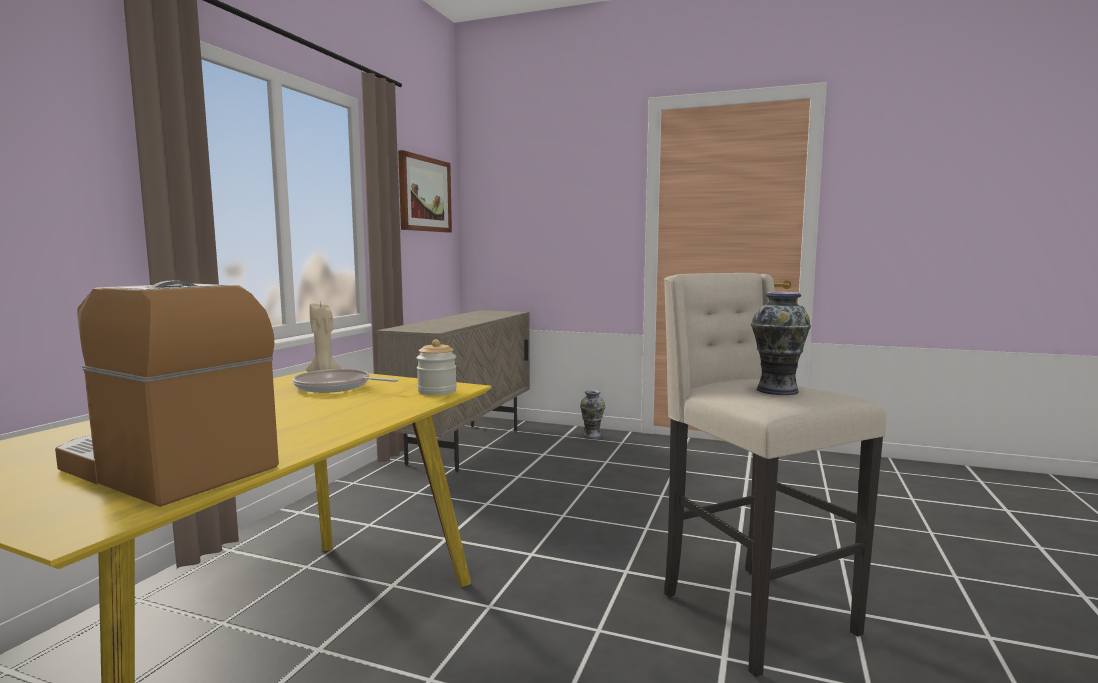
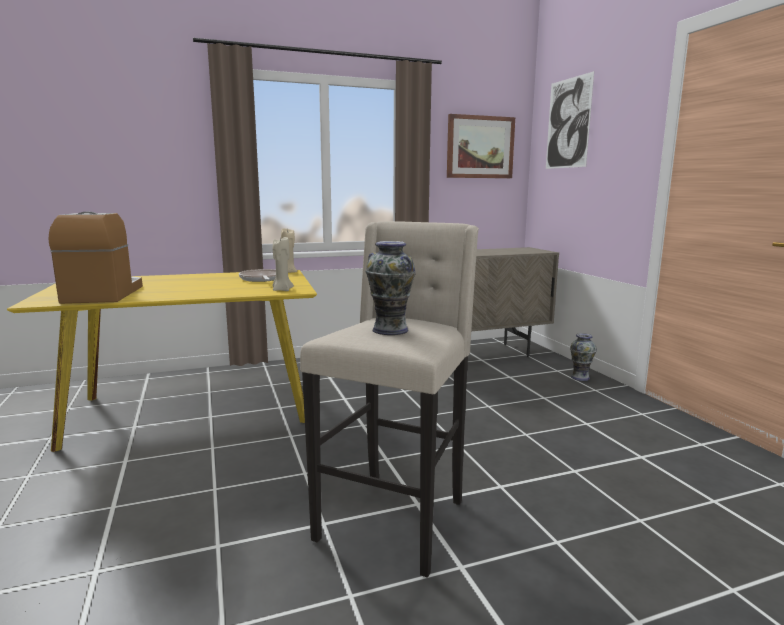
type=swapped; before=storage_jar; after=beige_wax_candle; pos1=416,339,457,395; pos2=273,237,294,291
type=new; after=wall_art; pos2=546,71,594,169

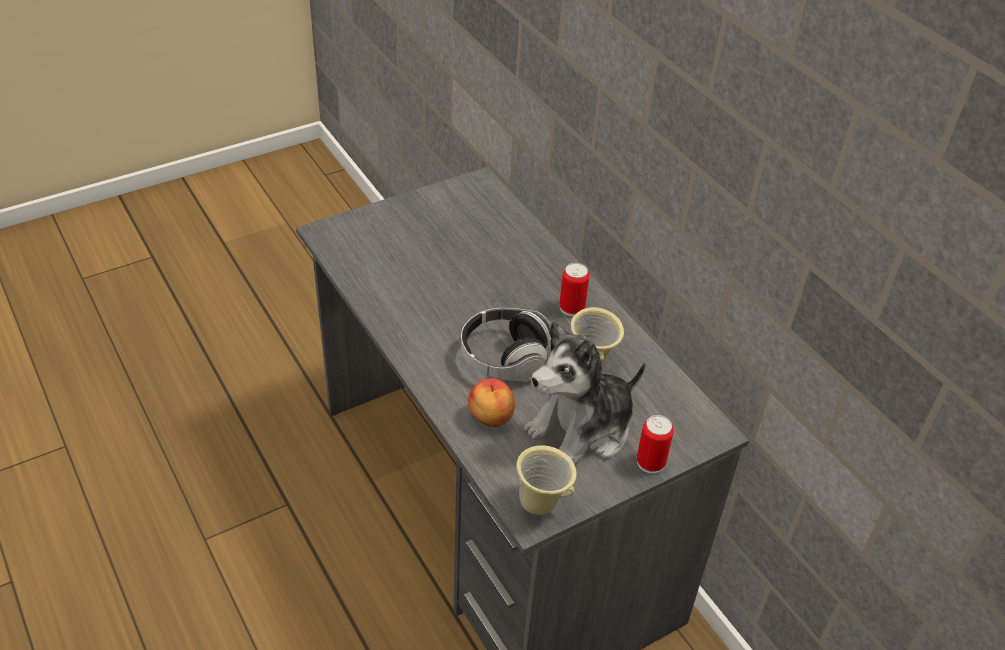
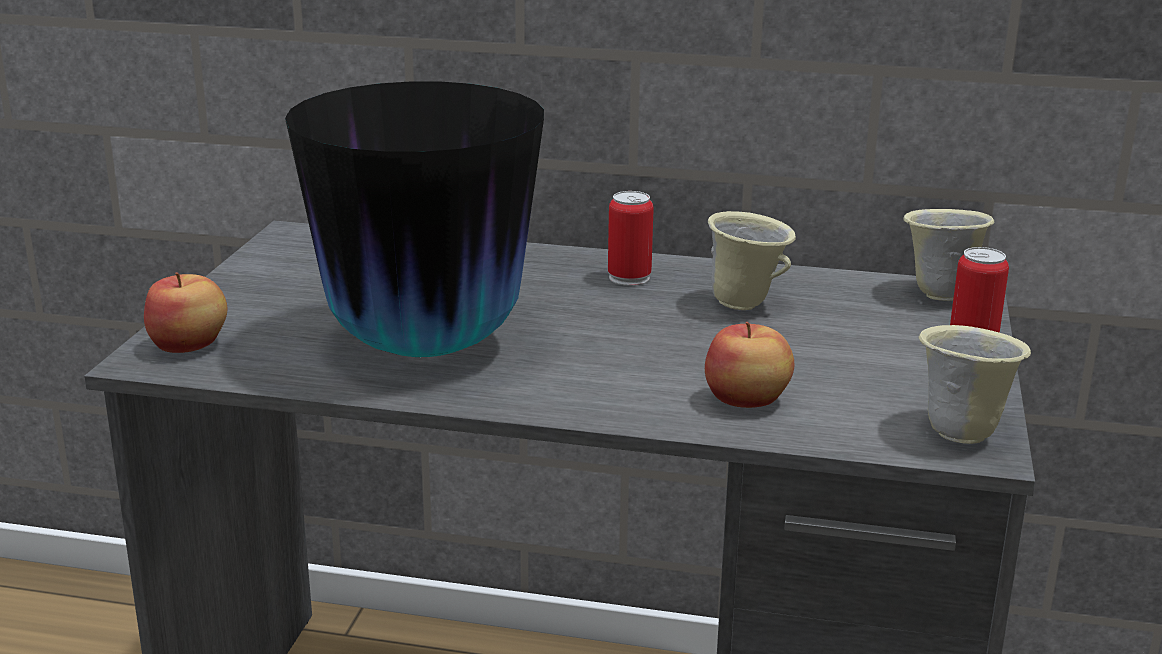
type=gone; before=headphones; pos1=461,308,551,382
type=gone; before=cuddly_toy; pos1=524,321,646,464
type=new; after=apple; pos2=144,272,227,353
type=new; after=flower_vase; pos2=285,82,544,357
type=new; after=beige_tea_mug; pos2=903,209,994,301

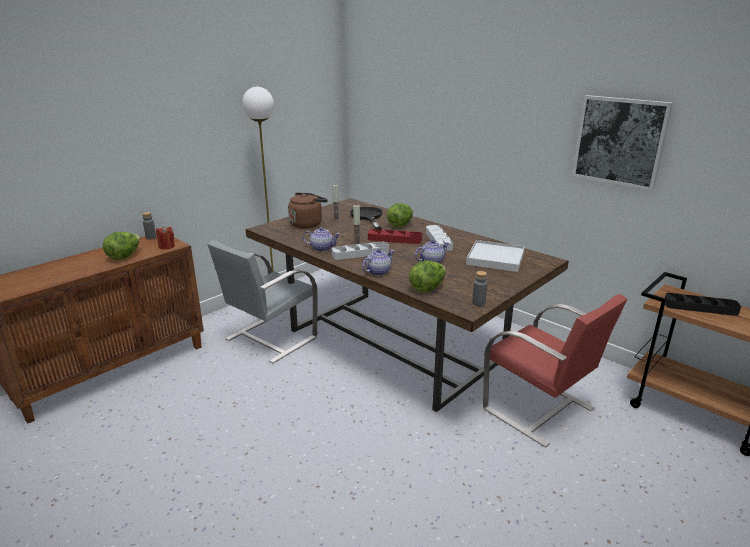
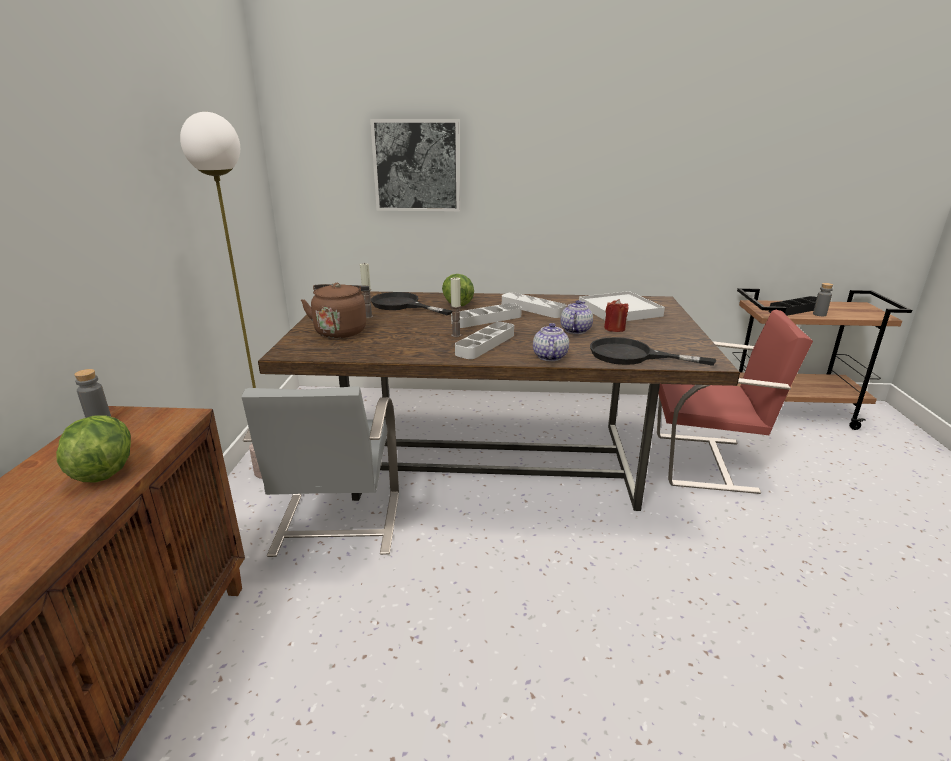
type=shifted; before=red-coloured_wax_candle; pos1=156,226,175,249; pos2=604,299,629,332
type=gone; before=teapot; pos1=303,227,340,251
type=repainted; before=red-coloured_serving_tray; after=gray_serving_tray; pos1=368,229,422,244; pos2=451,303,522,328
type=swapped; before=lettuce_head; after=black-coloured_pan; pos1=409,260,446,292; pos2=590,337,716,366
type=shifted; before=gray_drink_bottle; pos1=472,271,487,306; pos2=813,283,833,316
type=shifted; before=wall_art; pos1=572,95,673,190; pos2=370,119,460,211

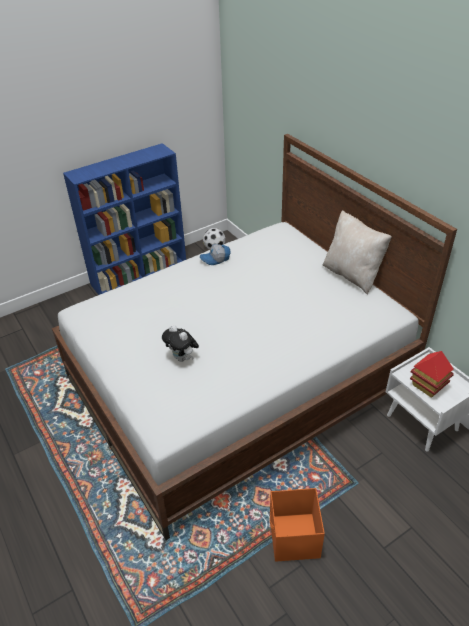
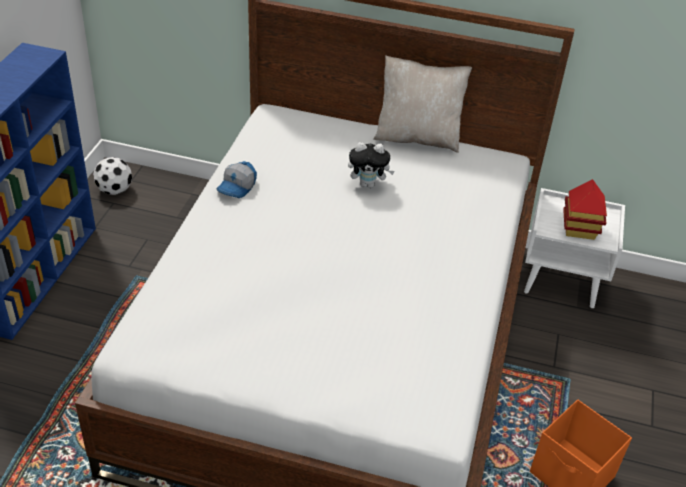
type=shifted; before=cuddly_toy; pos1=162,325,199,362; pos2=348,142,395,188

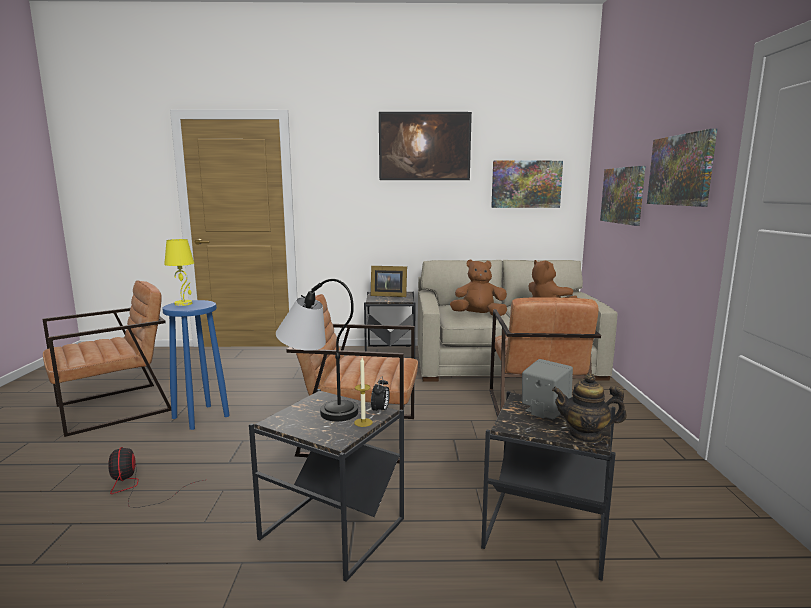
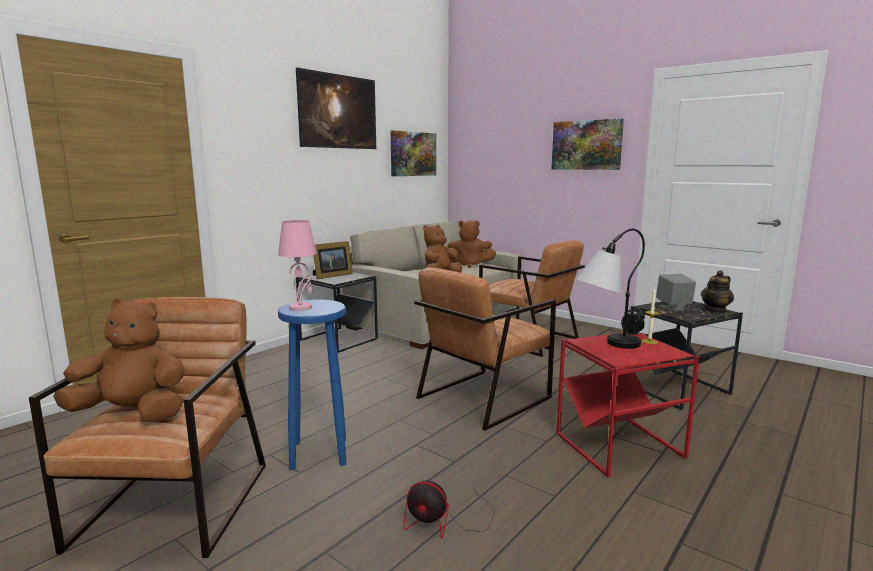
type=repainted; before=yellow-coloured_tabletop_lamp; after=pink-coloured_tabletop_lamp; pos1=164,239,194,306; pos2=278,220,317,311
type=repainted; before=black-coloured_accent_table; after=red-coloured_accent_table; pos1=249,389,404,582; pos2=556,333,700,477
type=gone; before=wall_art; pos1=600,166,645,226
type=new; after=brown-coloured_cuddly_toy; pos2=53,298,185,421

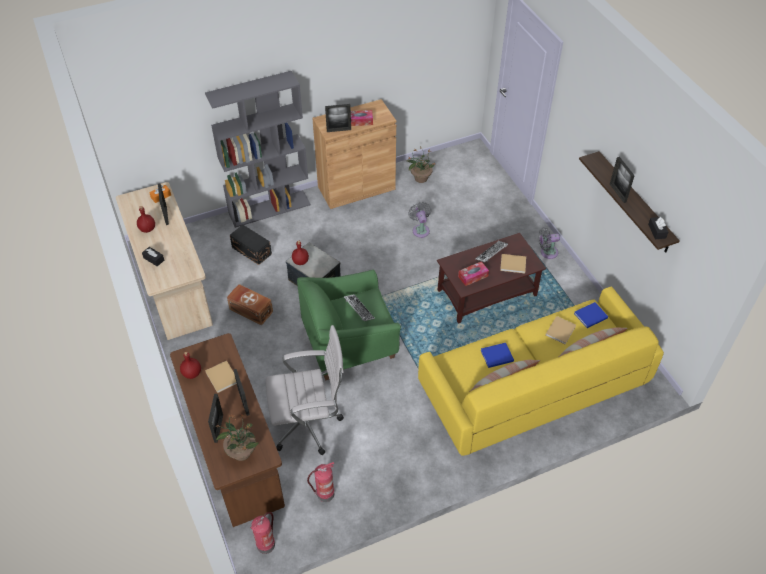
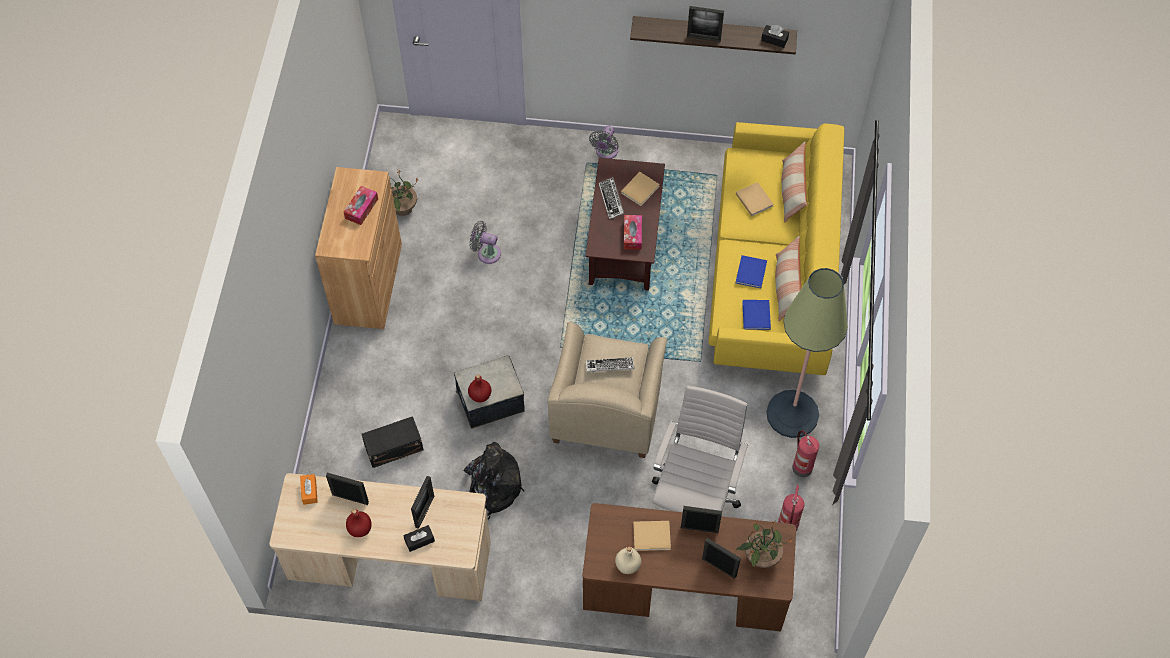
type=repainted; before=red-coloured_drink_bottle; after=beige_drink_bottle; pos1=180,352,201,379; pos2=615,546,641,574
type=gone; before=gray_bookshelf; pos1=205,71,311,228
type=swapped; before=brown-coloured_storage_box; after=black-coloured_rucksack; pos1=227,284,273,326; pos2=464,442,524,520
type=shifted; before=fire-fighting_cylinder; pos1=251,512,275,554; pos2=792,431,819,477
type=repainted; before=green-coloured_armchair; after=beige_armchair; pos1=297,269,401,380; pos2=548,322,668,458
type=shifted; before=picture_frame; pos1=325,104,351,132; pos2=411,476,434,529
type=shifted; before=bluish_volume; pos1=574,302,608,328; pos2=742,300,771,330
type=new; after=floor_lamp; pos2=766,268,848,438

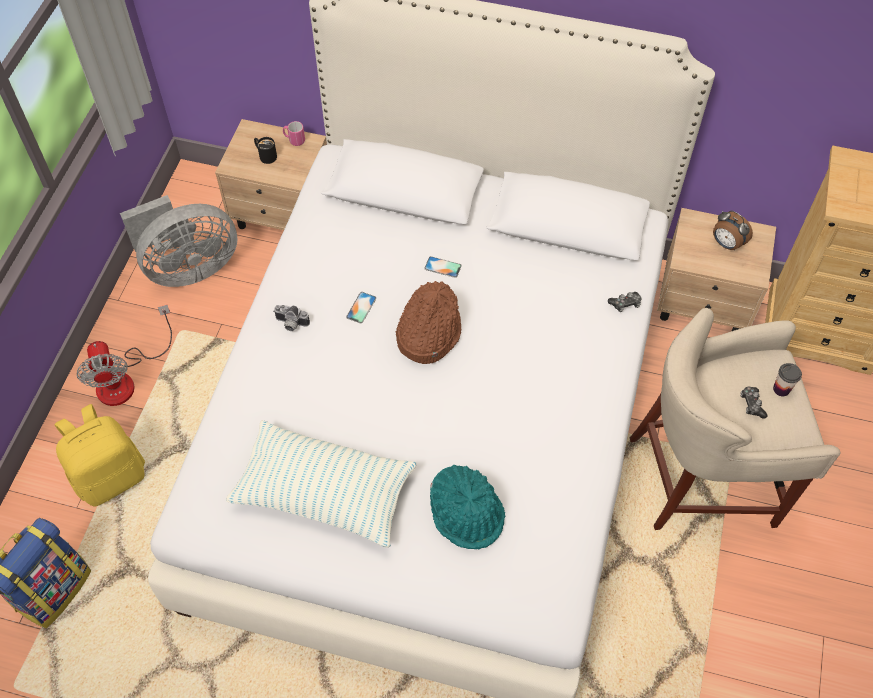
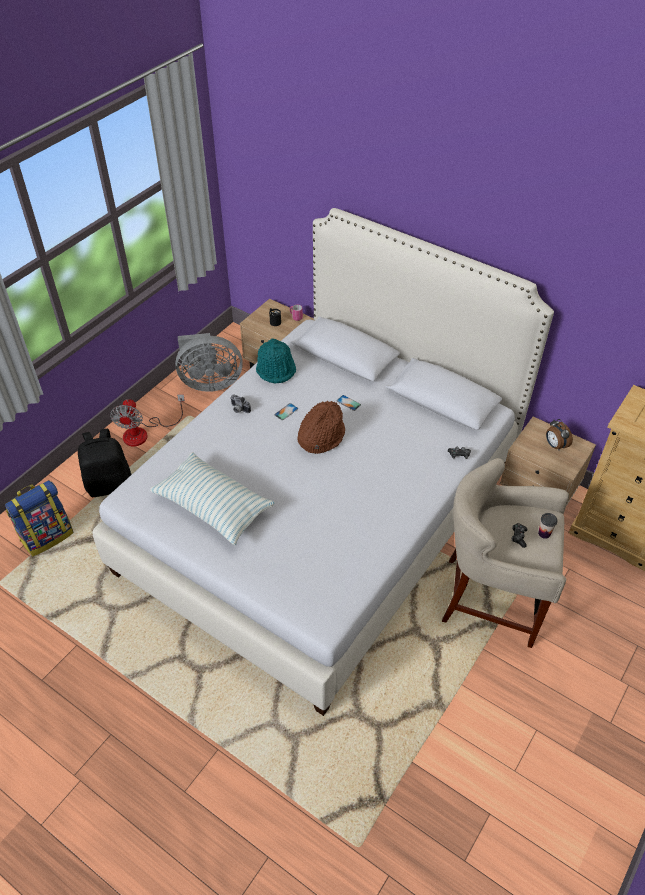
type=repainted; before=yellow-coloured_rucksack; after=black-coloured_rucksack; pos1=54,404,145,507; pos2=78,429,132,497
type=shifted; before=turquoise_wearable_hat; pos1=430,465,505,550; pos2=256,338,296,383

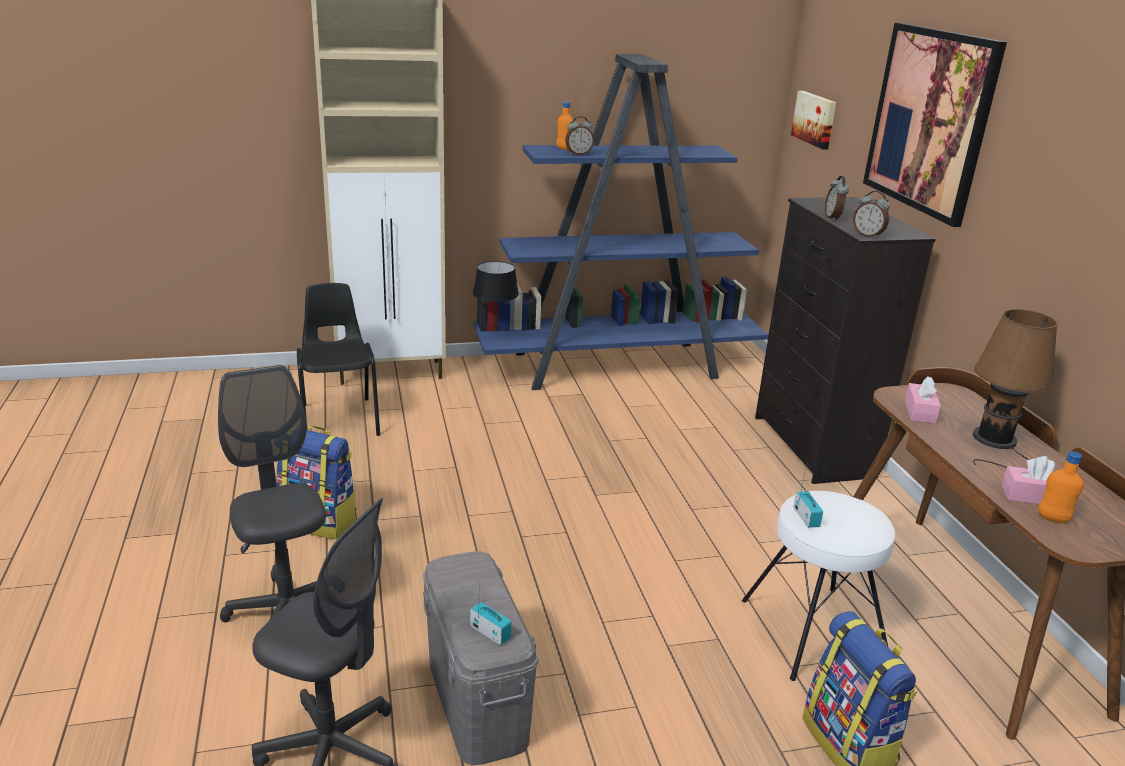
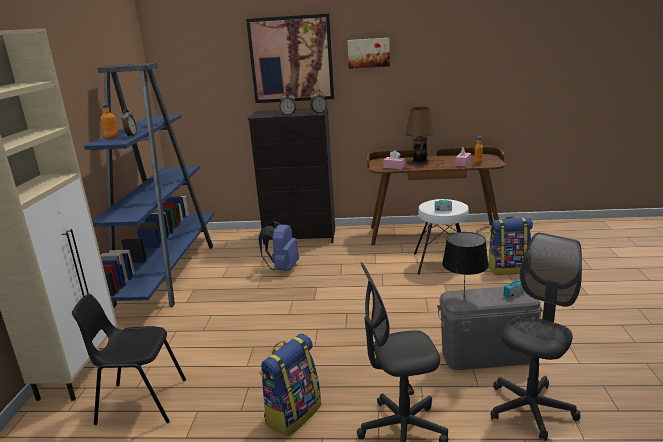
type=shifted; before=black-coloured_tabletop_lamp; pos1=473,261,519,329; pos2=442,232,489,293
type=shifted; before=wall_art; pos1=791,91,836,149; pos2=347,38,390,69
type=new; after=bluish_rucksack; pos2=258,221,299,271

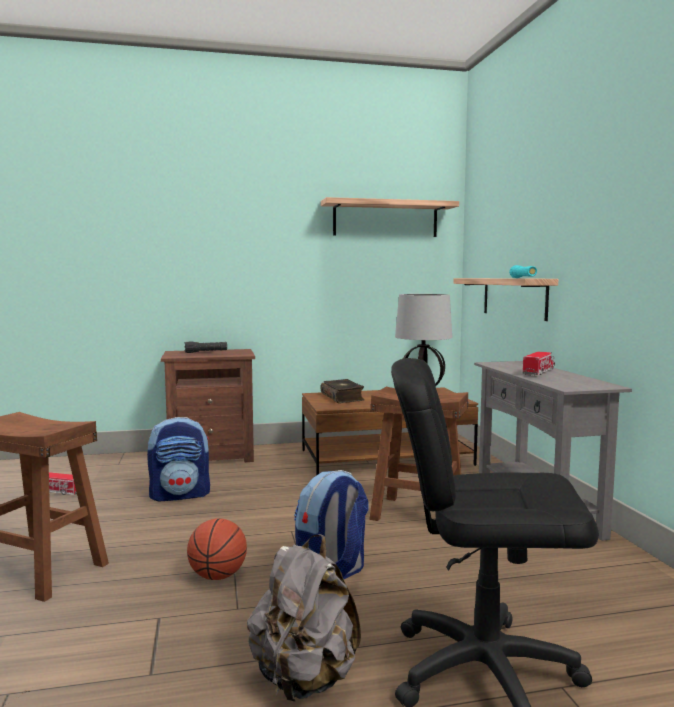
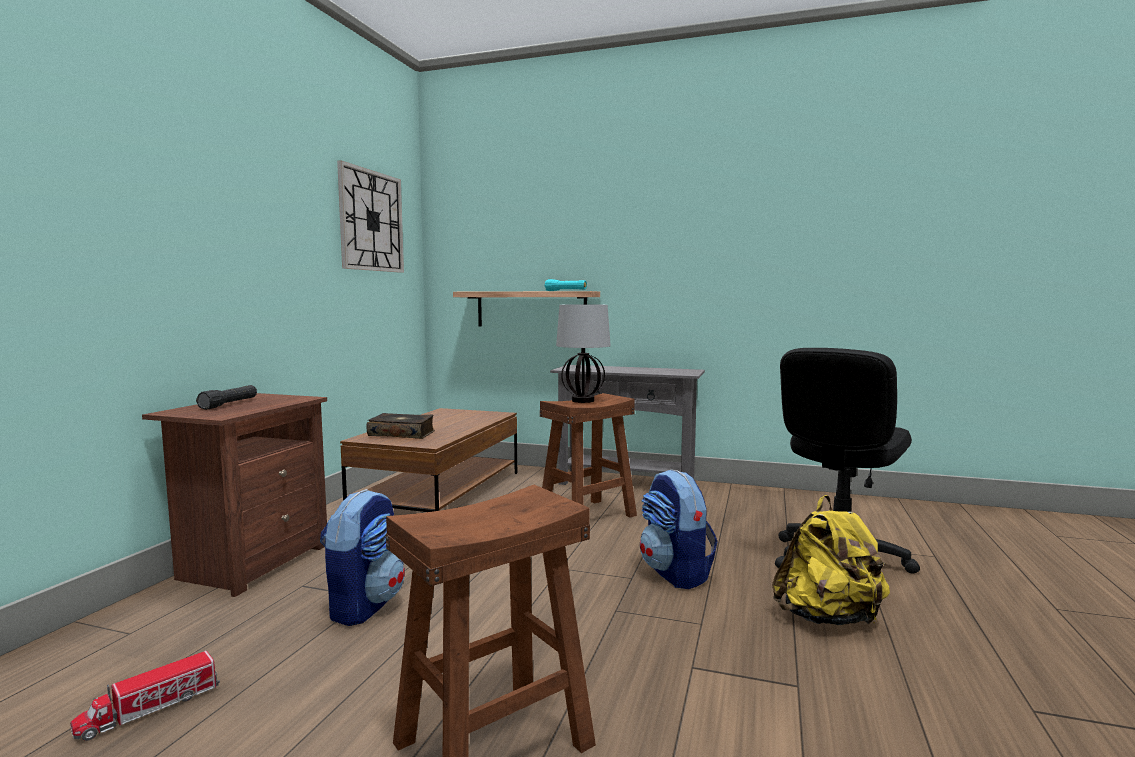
type=gone; before=ball_for_basketball; pos1=187,518,247,580
type=repainted; before=gray_rucksack; after=yellow-coloured_rucksack; pos1=247,534,361,702; pos2=772,495,890,625
type=swapped; before=shelf; after=wall_clock; pos1=321,197,459,237; pos2=337,160,404,273
type=gone; before=toy_truck; pos1=522,352,555,376

